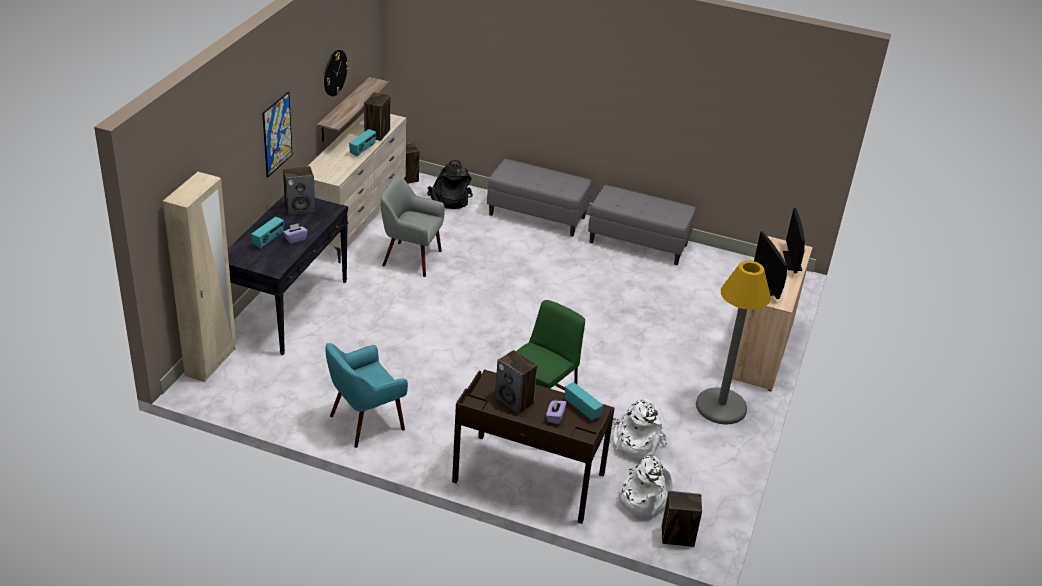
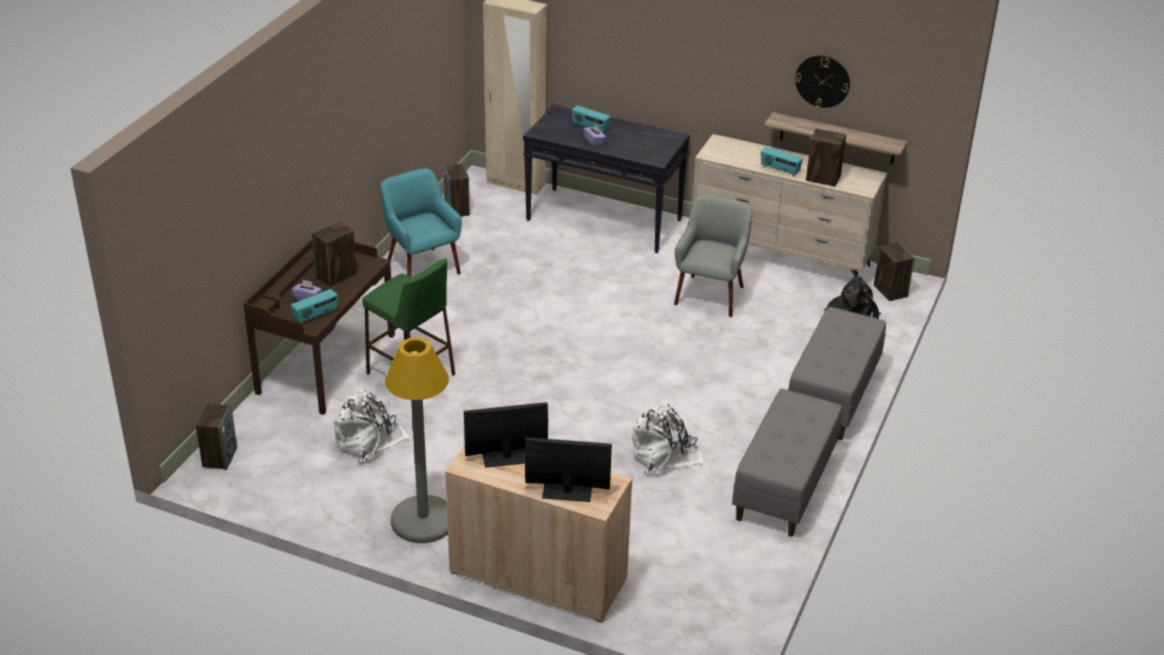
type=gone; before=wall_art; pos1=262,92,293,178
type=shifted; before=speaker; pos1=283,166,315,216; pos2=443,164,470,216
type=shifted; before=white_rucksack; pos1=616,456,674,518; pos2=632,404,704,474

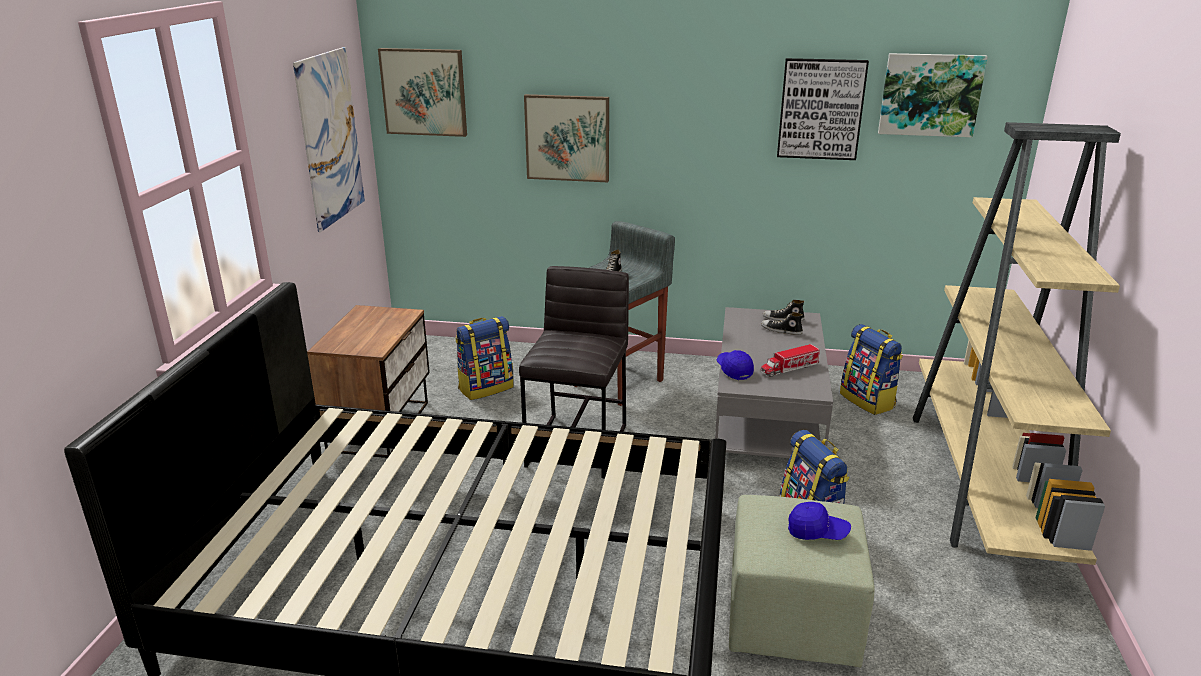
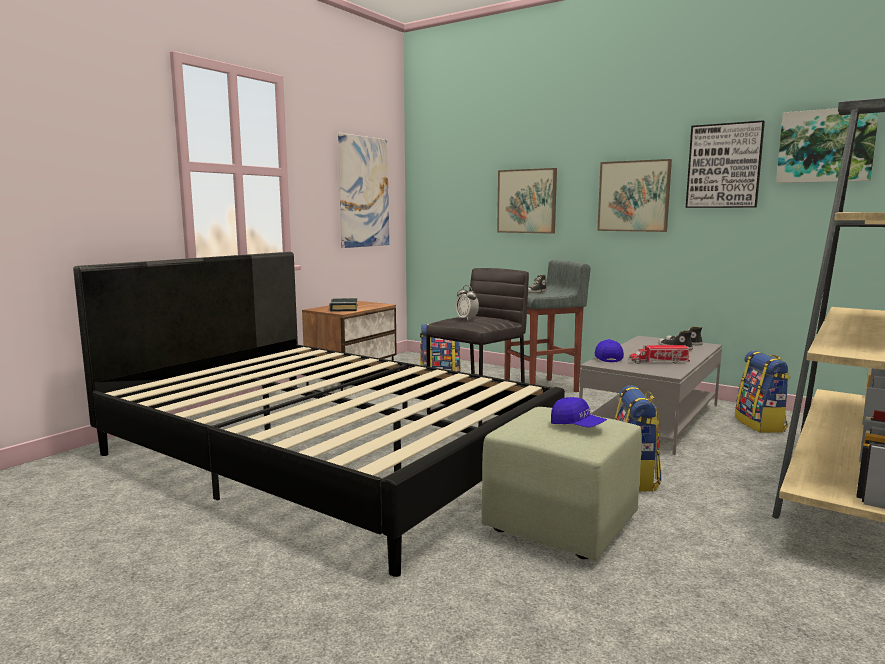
type=shifted; before=wall_art; pos1=378,48,467,137; pos2=597,159,672,232
type=new; after=black-coloured_volume; pos2=329,298,357,312
type=new; after=table_clock; pos2=456,285,479,320

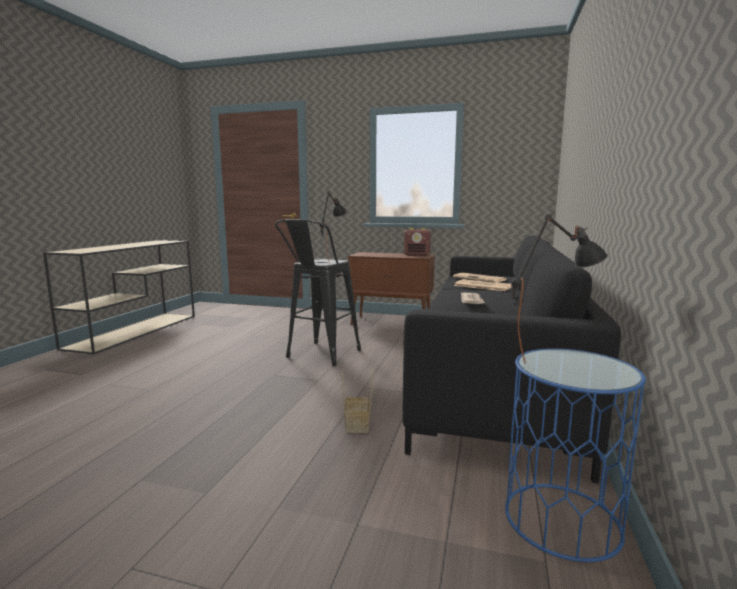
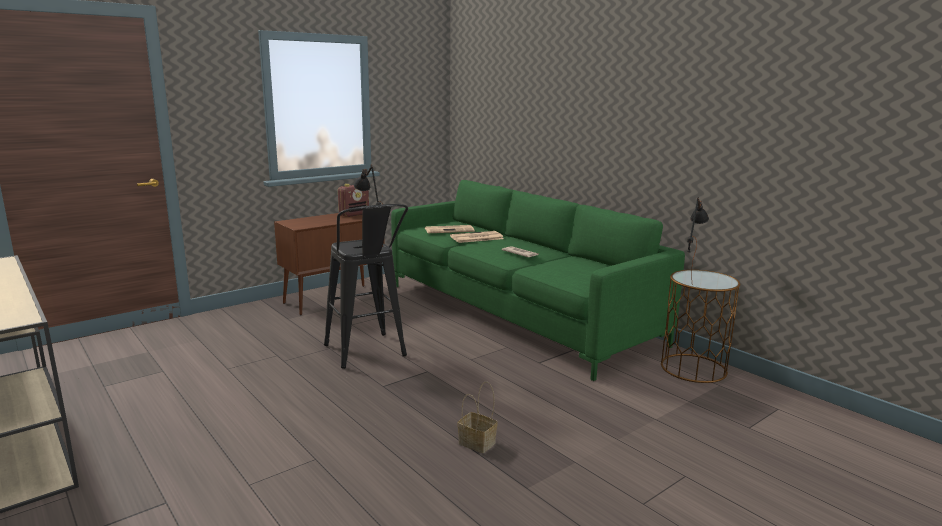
type=shifted; before=household_basket; pos1=342,371,373,433; pos2=457,382,498,453
type=repainted; before=black-coloured_settee; after=green-coloured_settee; pos1=402,235,621,483; pos2=391,180,685,381
type=repainted; before=bluish_accent_table; after=brown-coloured_accent_table; pos1=505,348,646,562; pos2=661,270,740,383

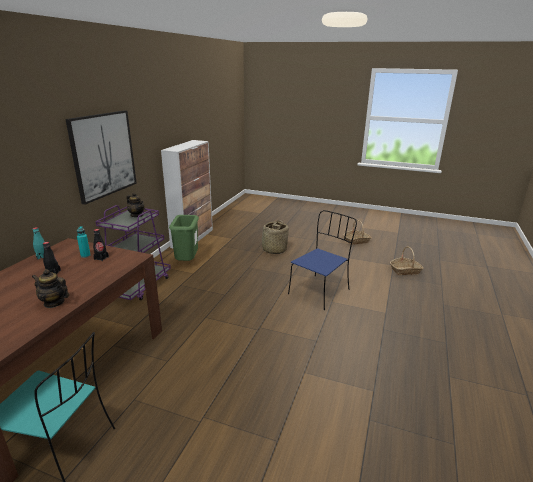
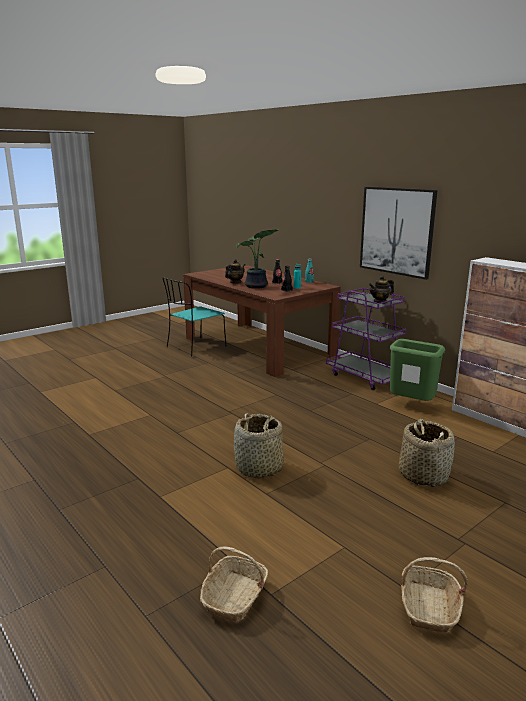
type=swapped; before=bluish_chair; after=household_basket; pos1=288,210,357,310; pos2=234,413,284,478
type=new; after=potted_plant; pos2=236,229,279,289

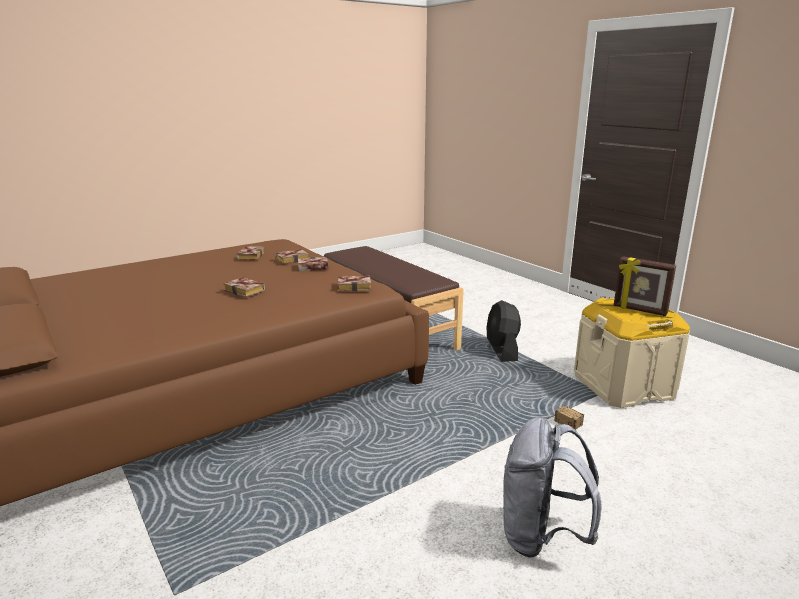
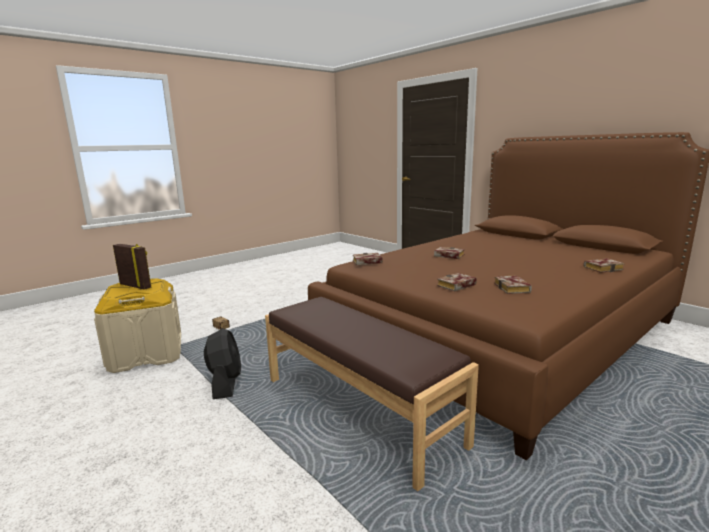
type=shifted; before=volume; pos1=298,257,329,271; pos2=584,258,625,273
type=gone; before=gray_rucksack; pos1=503,417,602,558

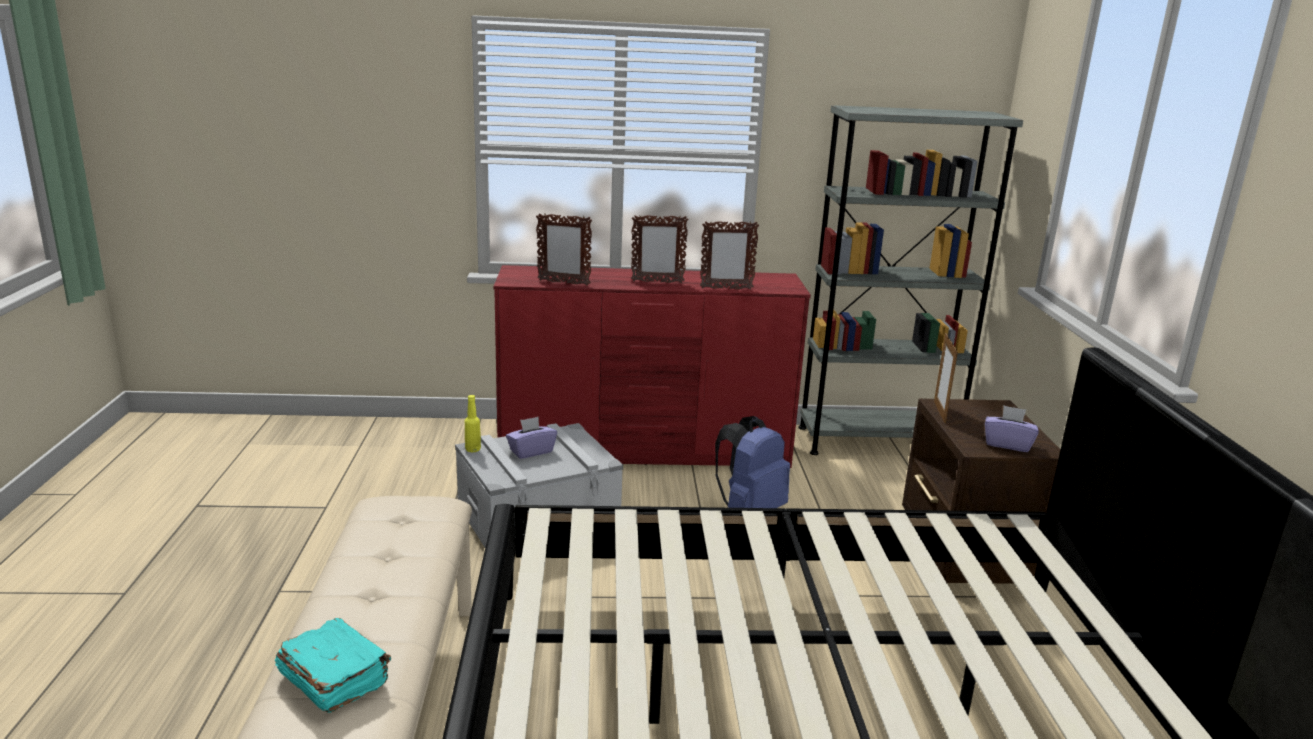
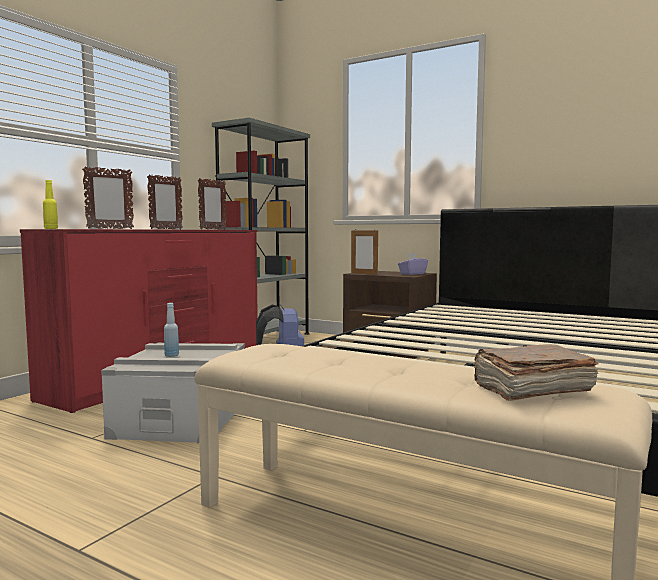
type=repainted; before=turquoise_volume; after=brown-coloured_volume; pos1=275,618,391,713; pos2=473,344,598,401
type=shifted; before=yellow-coloured_drink_bottle; pos1=465,395,481,452; pos2=43,180,58,229
type=swapped; before=purple_tissue_box; after=bluish_drink_bottle; pos1=506,417,557,459; pos2=164,303,179,357

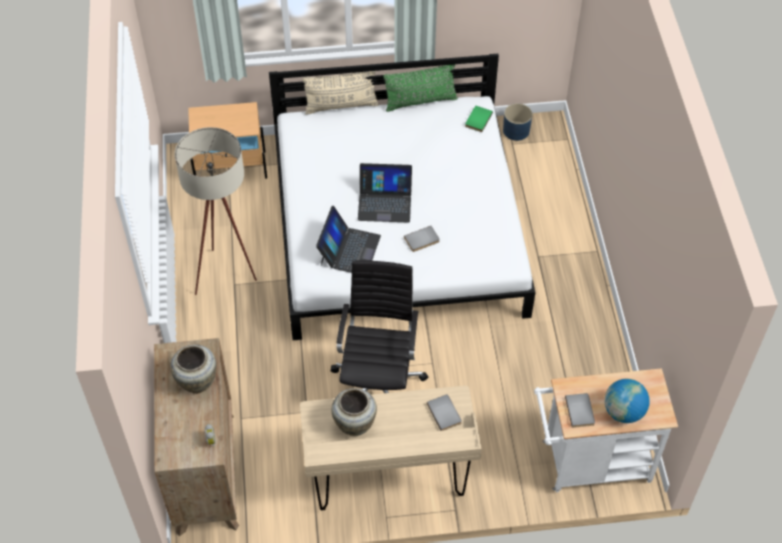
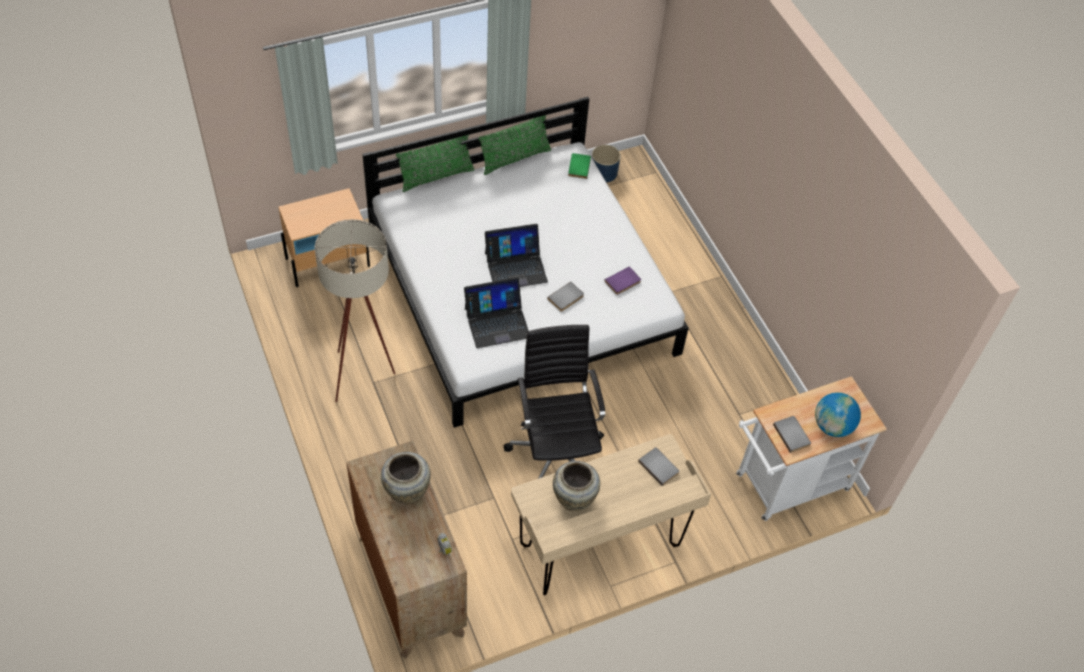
type=repainted; before=beige_throw_pillow; after=green-coloured_throw_pillow; pos1=302,71,379,115; pos2=396,135,475,192
type=rotated; before=portable_computer; pos1=316,206,381,273; pos2=464,277,529,348; turn=75
type=new; after=purple_volume; pos2=604,266,641,295

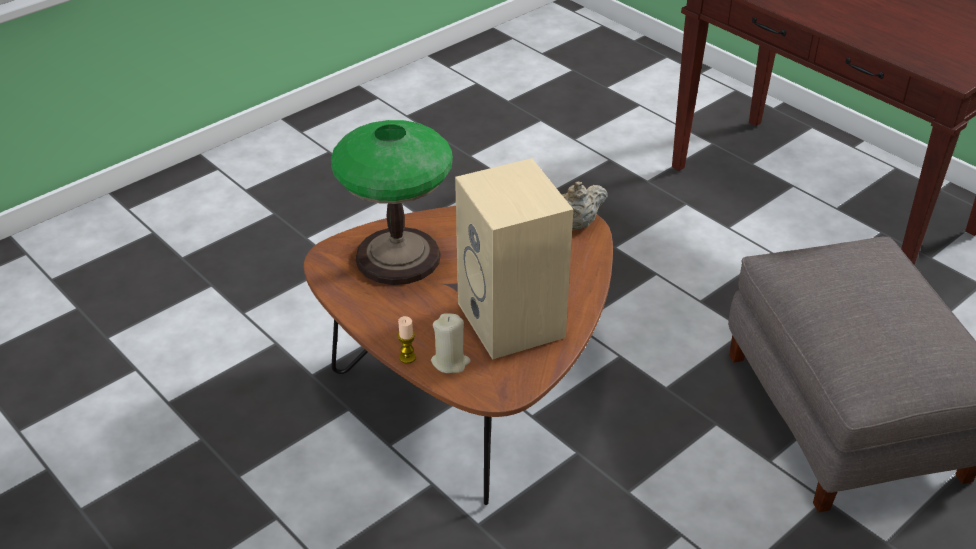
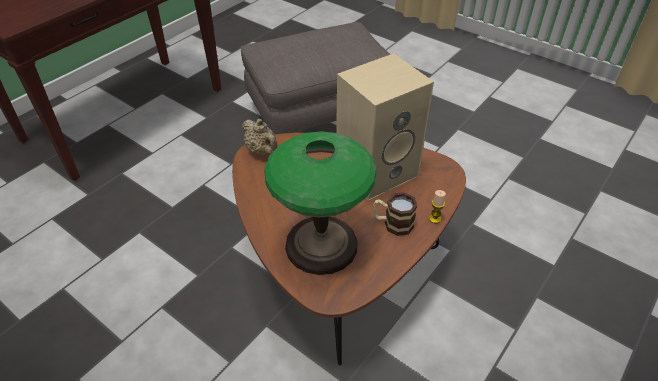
type=gone; before=beige_wax_candle; pos1=431,313,471,373
type=new; after=tea_mug; pos2=373,192,418,236

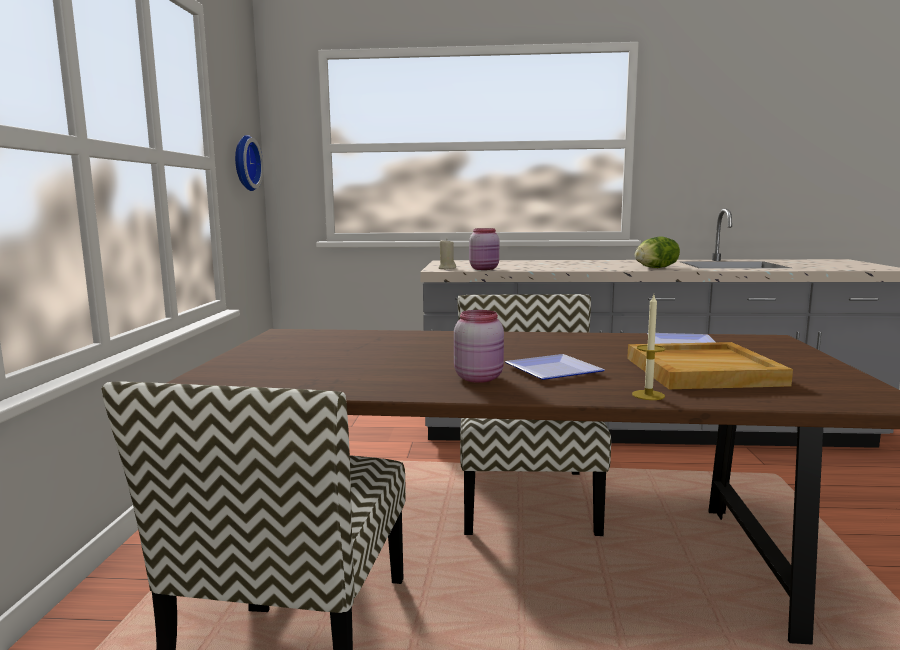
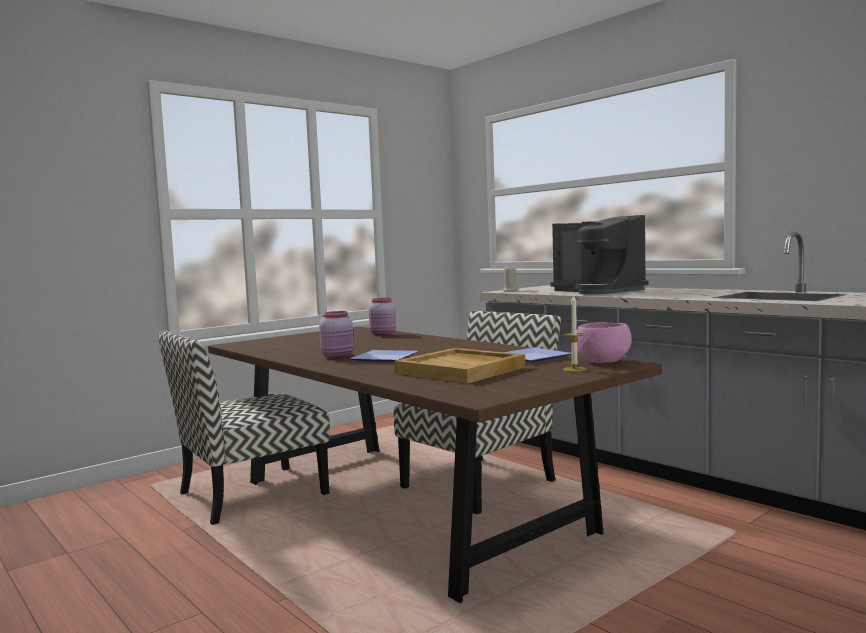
type=gone; before=wall_clock; pos1=235,135,263,191
type=shifted; before=pink-coloured_storage_jar; pos1=469,228,499,270; pos2=369,298,396,336
type=shifted; before=wax_candle; pos1=632,295,665,400; pos2=563,294,587,372
type=gone; before=lettuce_head; pos1=635,236,680,268
type=new; after=coffee_maker; pos2=551,215,648,295
type=new; after=pink-coloured_serving_bowl; pos2=577,322,631,363

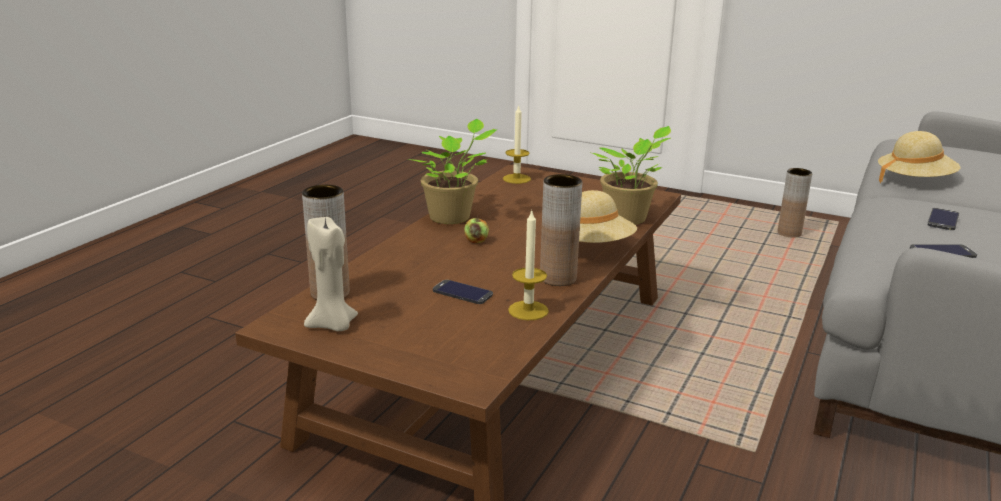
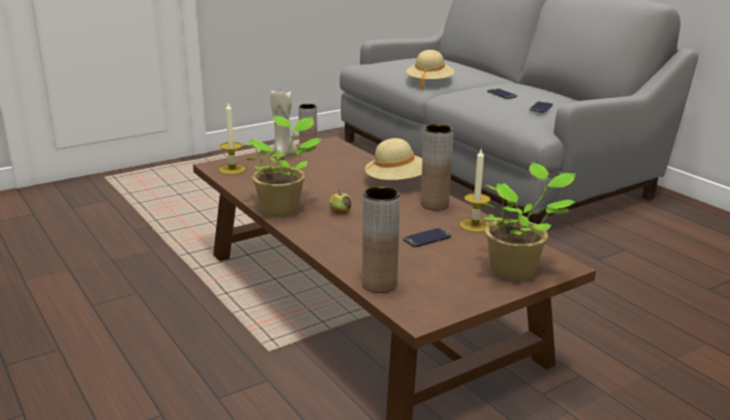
type=shifted; before=beige_wax_candle; pos1=304,217,358,331; pos2=270,90,297,158
type=shifted; before=potted_plant; pos1=592,126,671,225; pos2=482,163,576,281

